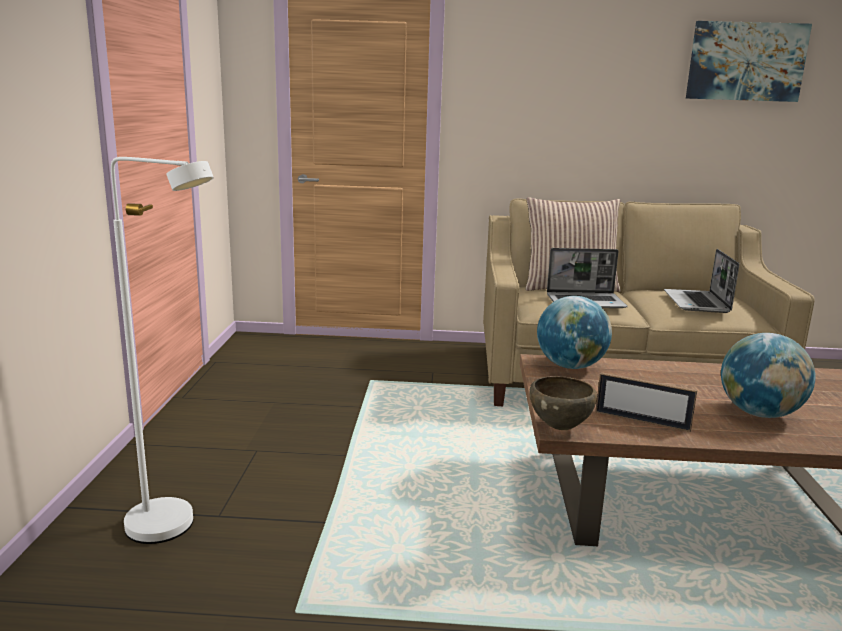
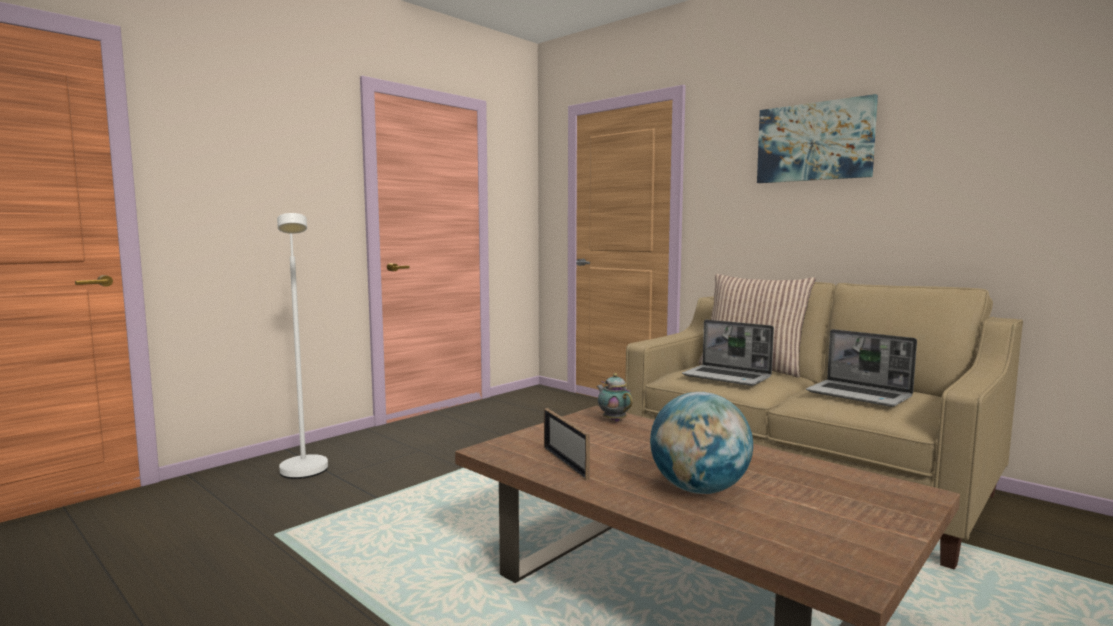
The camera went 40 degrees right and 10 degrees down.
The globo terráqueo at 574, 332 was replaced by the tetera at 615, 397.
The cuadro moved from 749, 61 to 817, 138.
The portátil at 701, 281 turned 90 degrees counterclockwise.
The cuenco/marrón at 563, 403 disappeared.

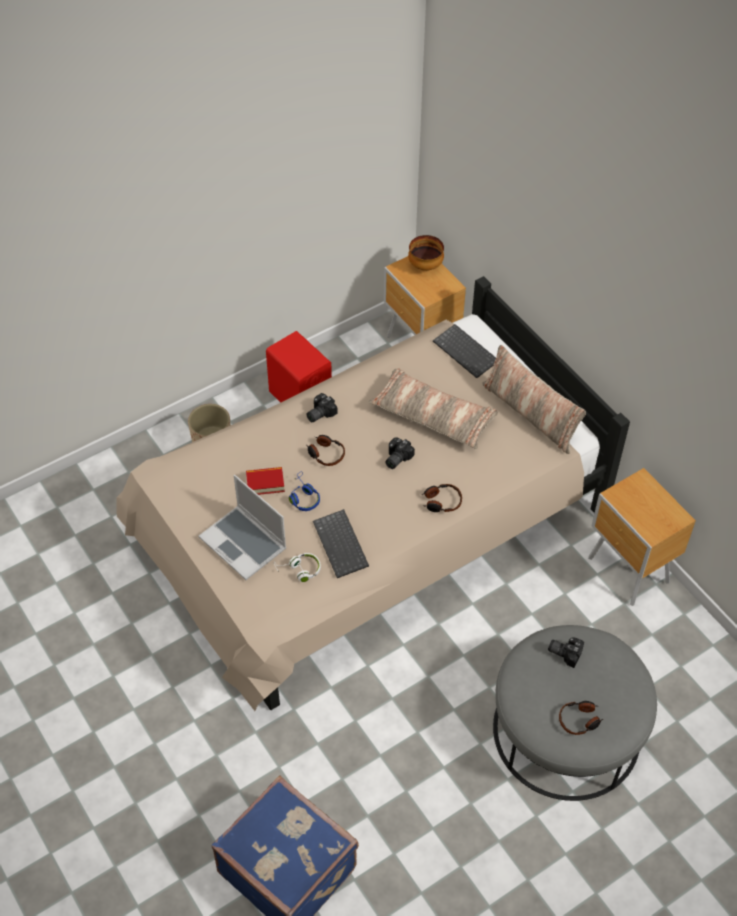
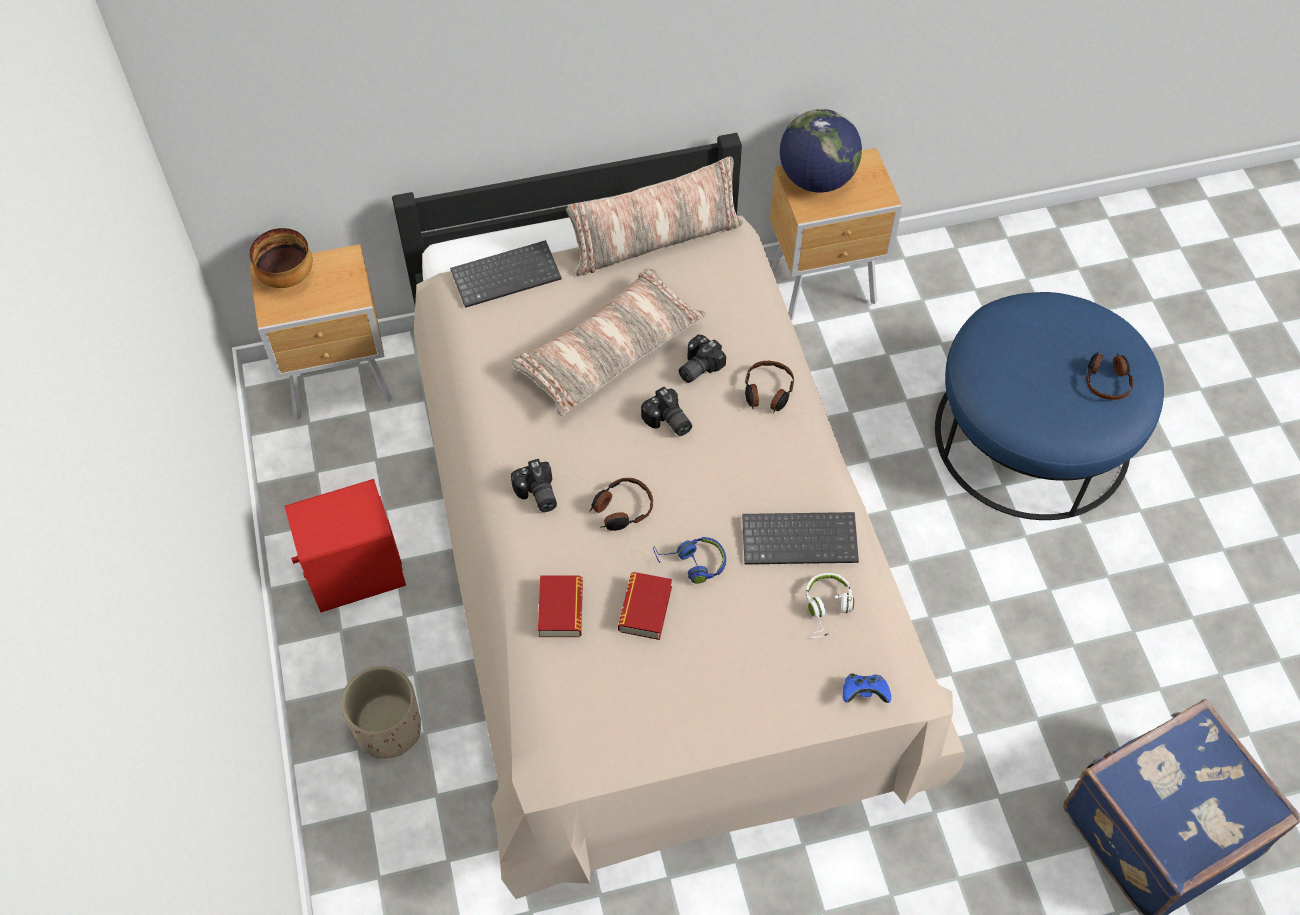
The camera went 70 degrees left and 5 degrees up.
The libro at 560, 606 appeared.
The cámara moved from 566, 653 to 702, 359.
The globo terráqueo at 821, 151 appeared.
The mando de consola/azul at 867, 688 appeared.
The puf/gris at 575, 713 became the puf/azul at 1049, 406.
The portátil at 242, 527 disappeared.

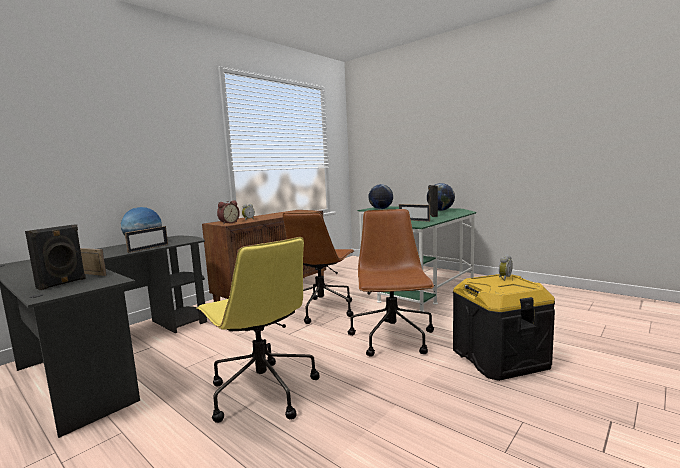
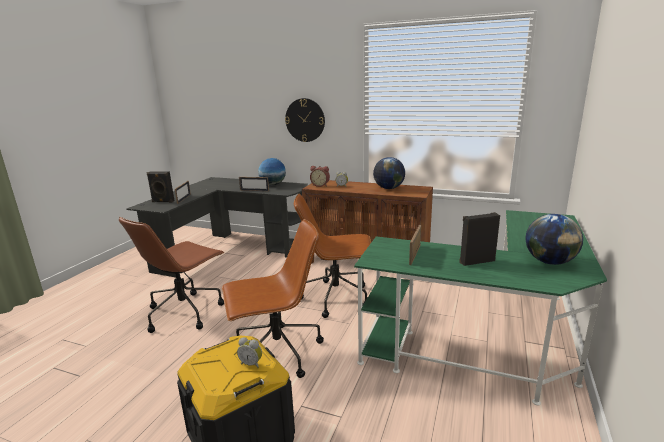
The camera went 70 degrees right and 10 degrees up.
The silla de oficina/amarillo at 258, 330 became the silla de oficina/marrón at 171, 275.
The reloj de pared at 305, 120 appeared.
The globo terráqueo moved from 380, 196 to 389, 173.

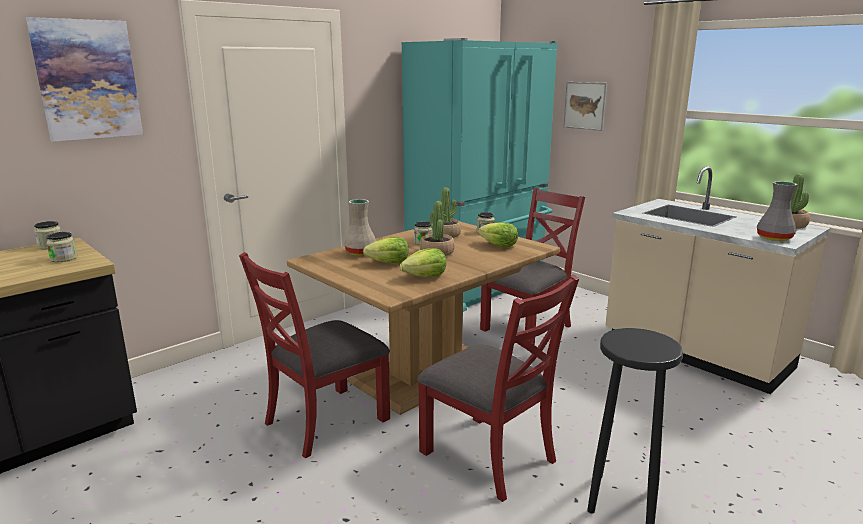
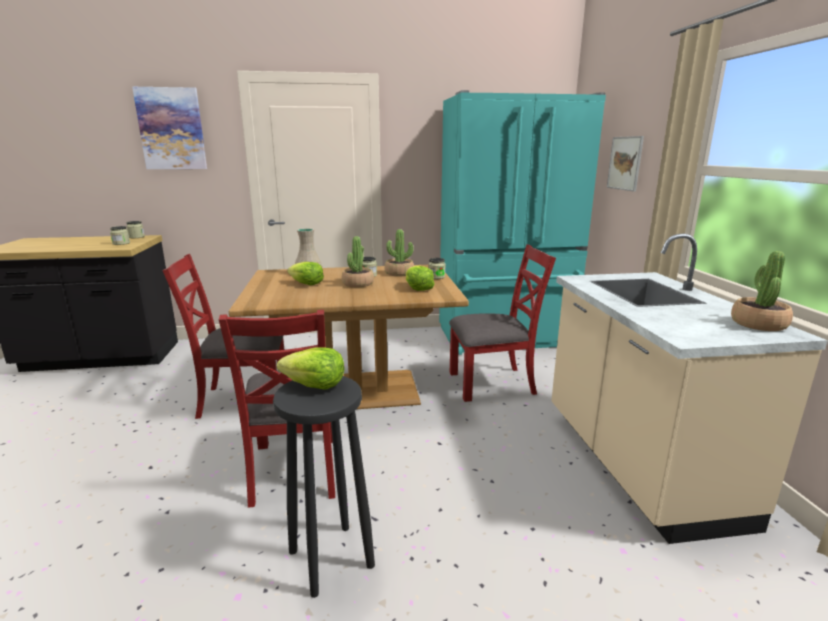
The camera went 35 degrees right and 0 degrees up.
The lechuga moved from 423, 262 to 311, 369.
The florero/gris at 777, 211 disappeared.

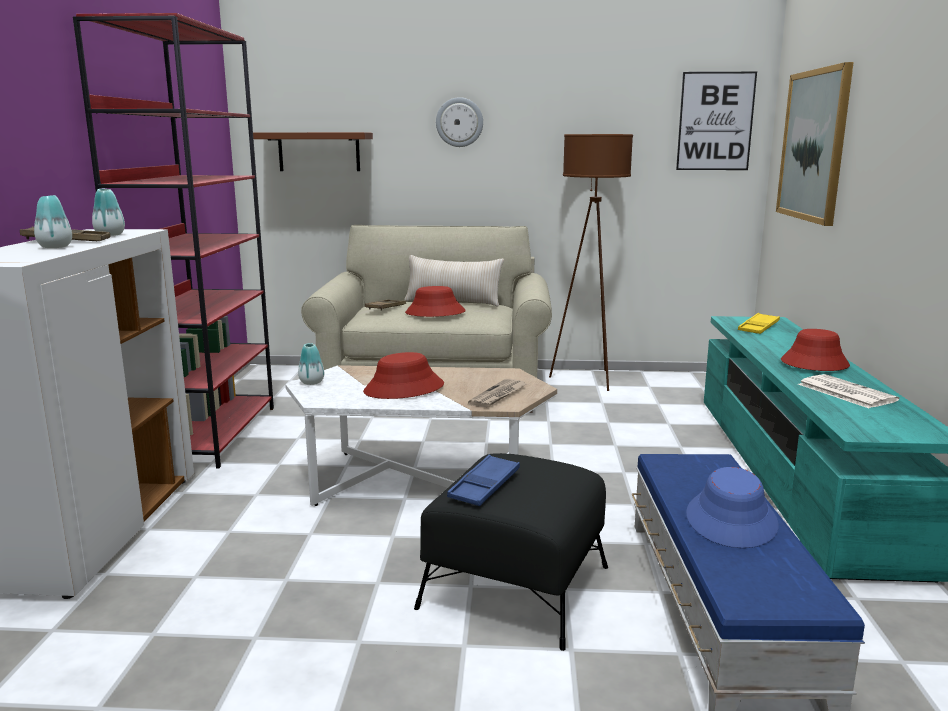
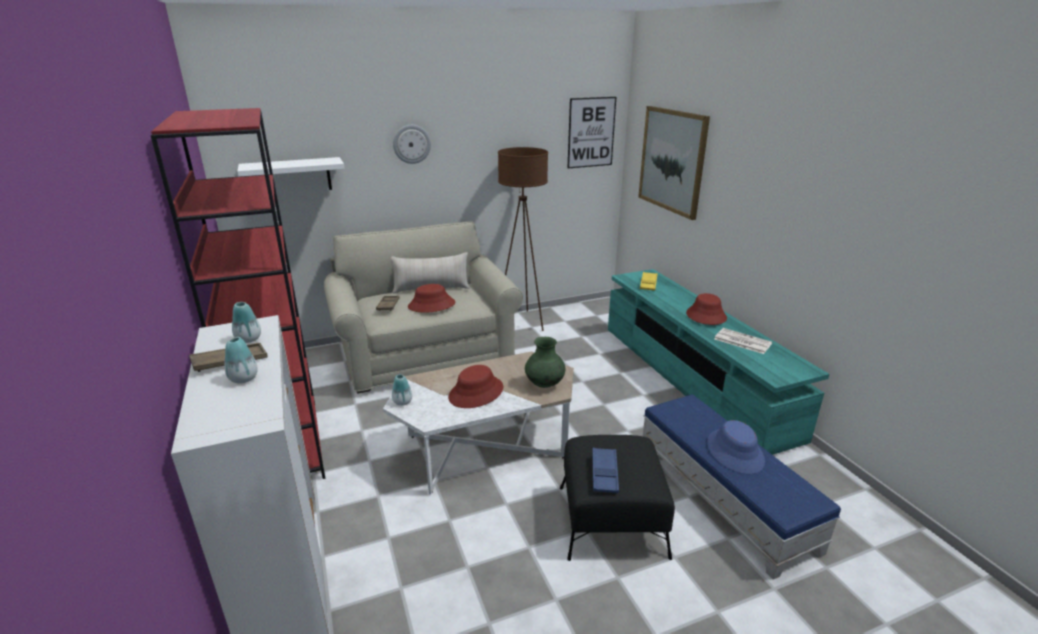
The camera went 25 degrees left and 10 degrees up.
The estante/marrón at 313, 151 became the estante/blanco at 291, 173.
The periódico at 497, 393 was replaced by the florero/verde at 545, 362.

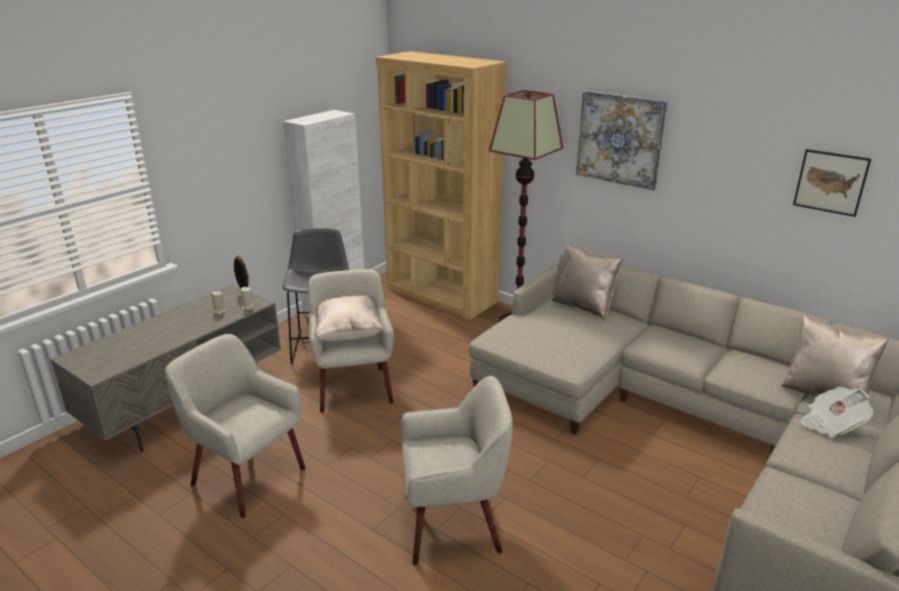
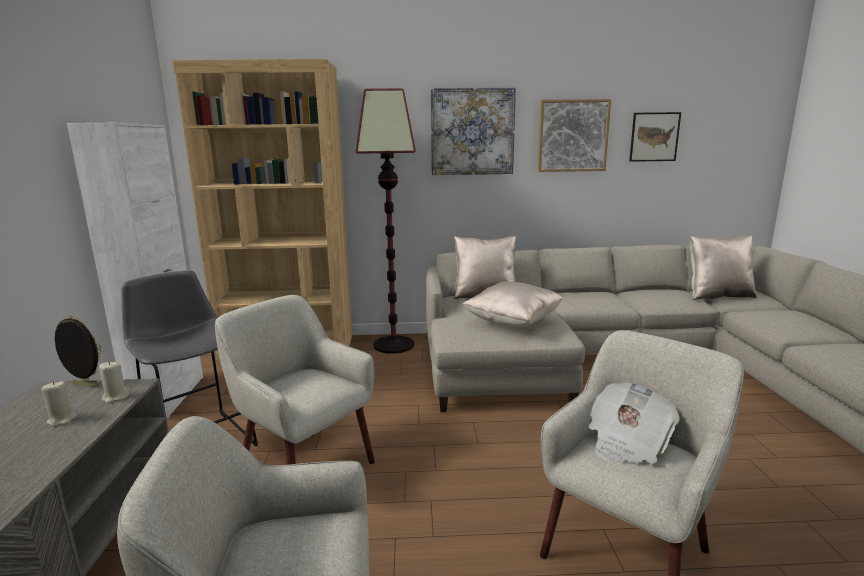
The camera went 40 degrees left and 10 degrees down.
The cojín/beis moved from 349, 318 to 513, 304.
The cuadro at 574, 135 appeared.
The periódico moved from 836, 412 to 634, 423.

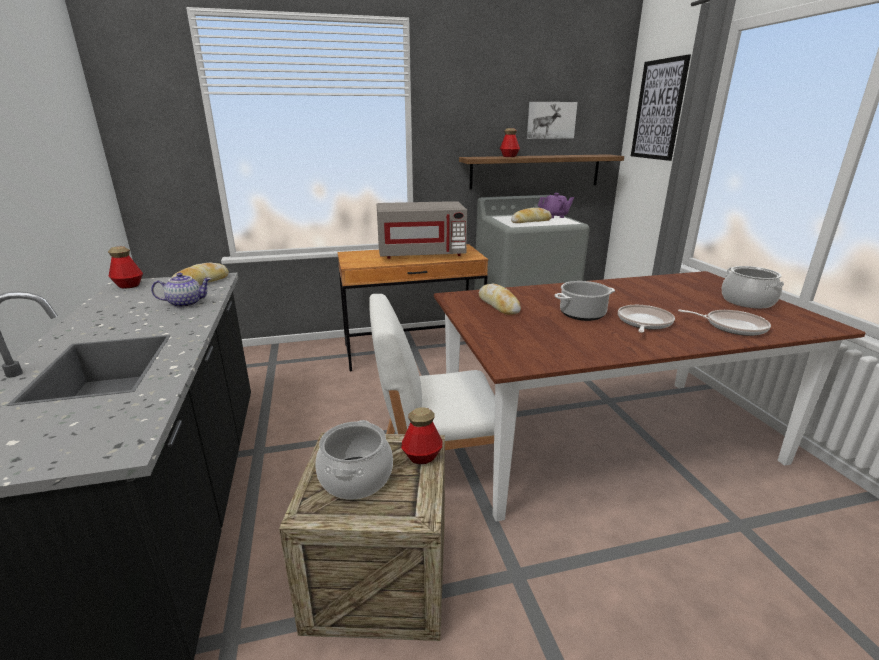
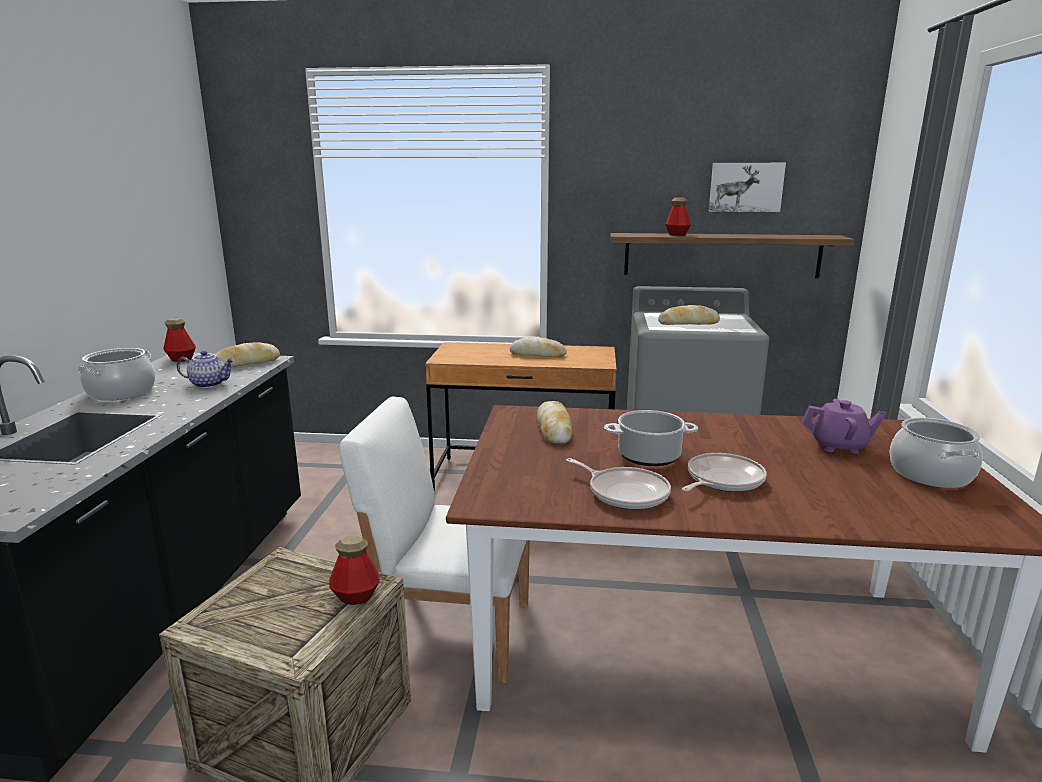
The camera went 20 degrees right and 5 degrees down.
The olla moved from 354, 460 to 116, 374.
The microondas/gris at 422, 230 was replaced by the pan at 538, 347.
The sartén moved from 724, 323 to 618, 484.
The tetera/morado moved from 556, 205 to 844, 426.
The cuadro at 661, 107 disappeared.

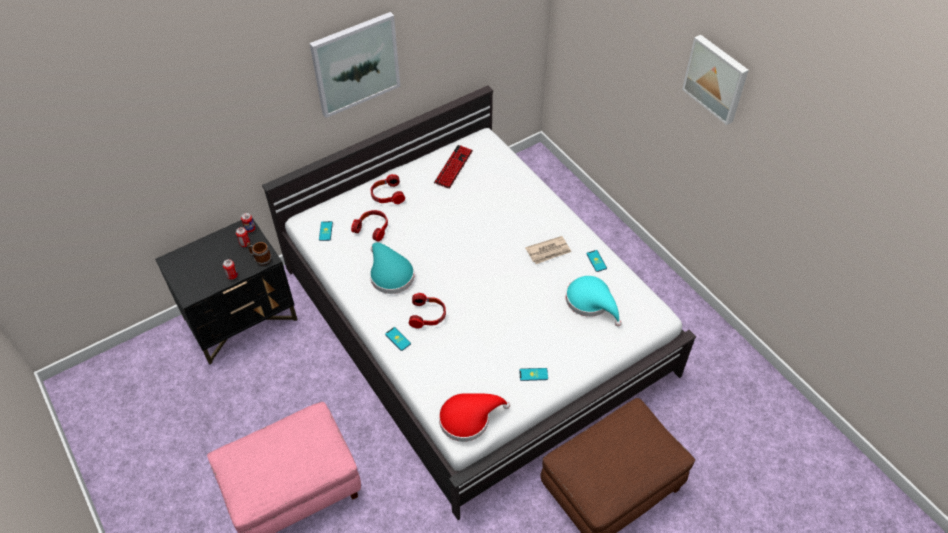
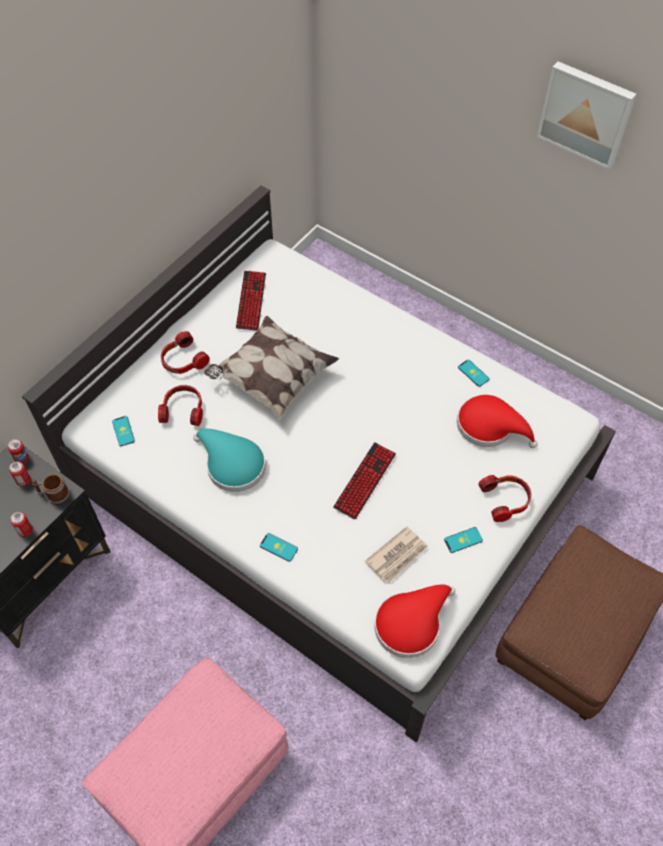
The camera went 20 degrees left and 5 degrees up.
The cojín at 271, 368 appeared.
The teclado at 364, 480 appeared.
The periódico moved from 548, 250 to 396, 554.
The sombrero/turquesa at 594, 301 became the sombrero/rojo at 497, 421.
The auriculares moved from 427, 311 to 505, 498.
The cuadro at 355, 65 disappeared.

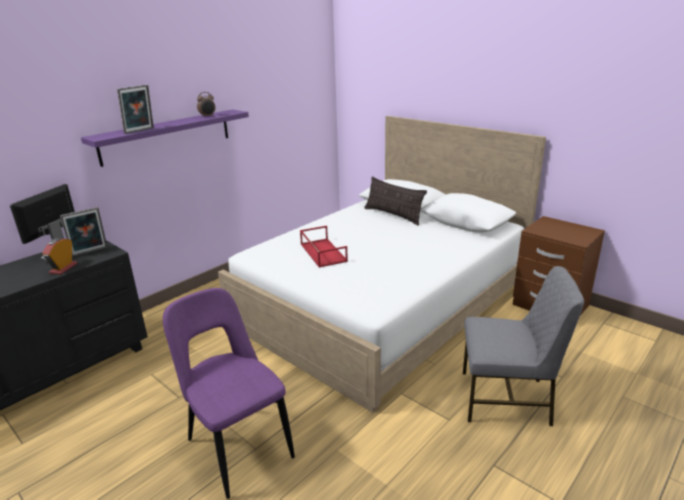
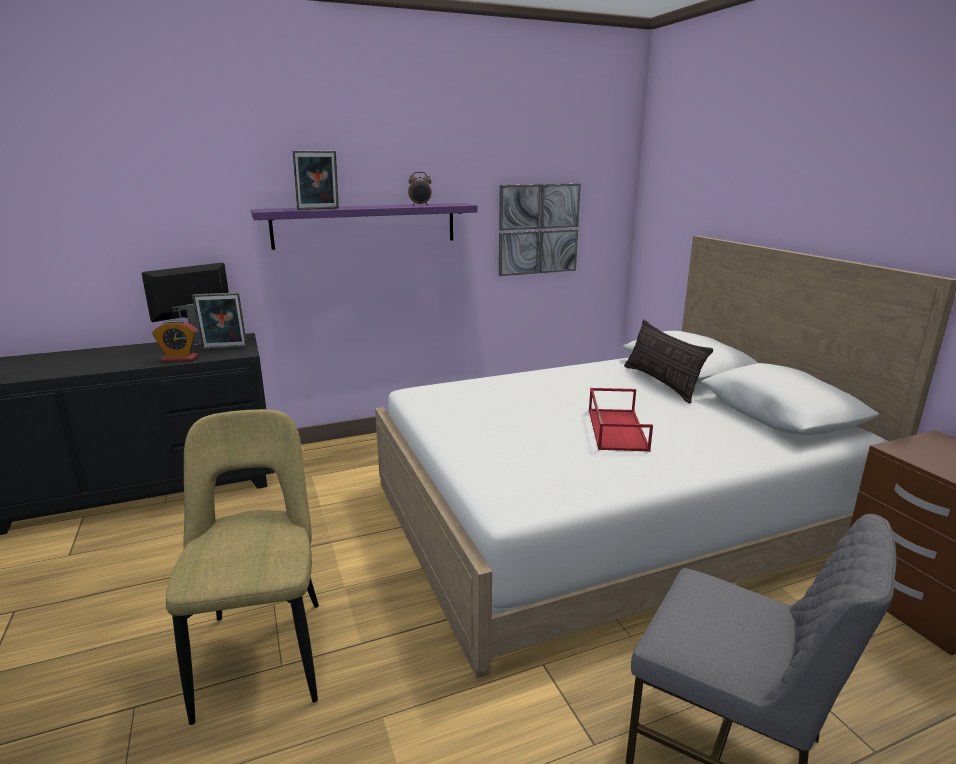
The camera went 25 degrees right and 5 degrees down.
The despertador at 59, 256 turned 135 degrees counterclockwise.
The silla/morado at 229, 393 became the silla/beis at 242, 567.
The cuadro at 540, 230 appeared.
The bandeja/rojo moved from 324, 247 to 621, 420.

